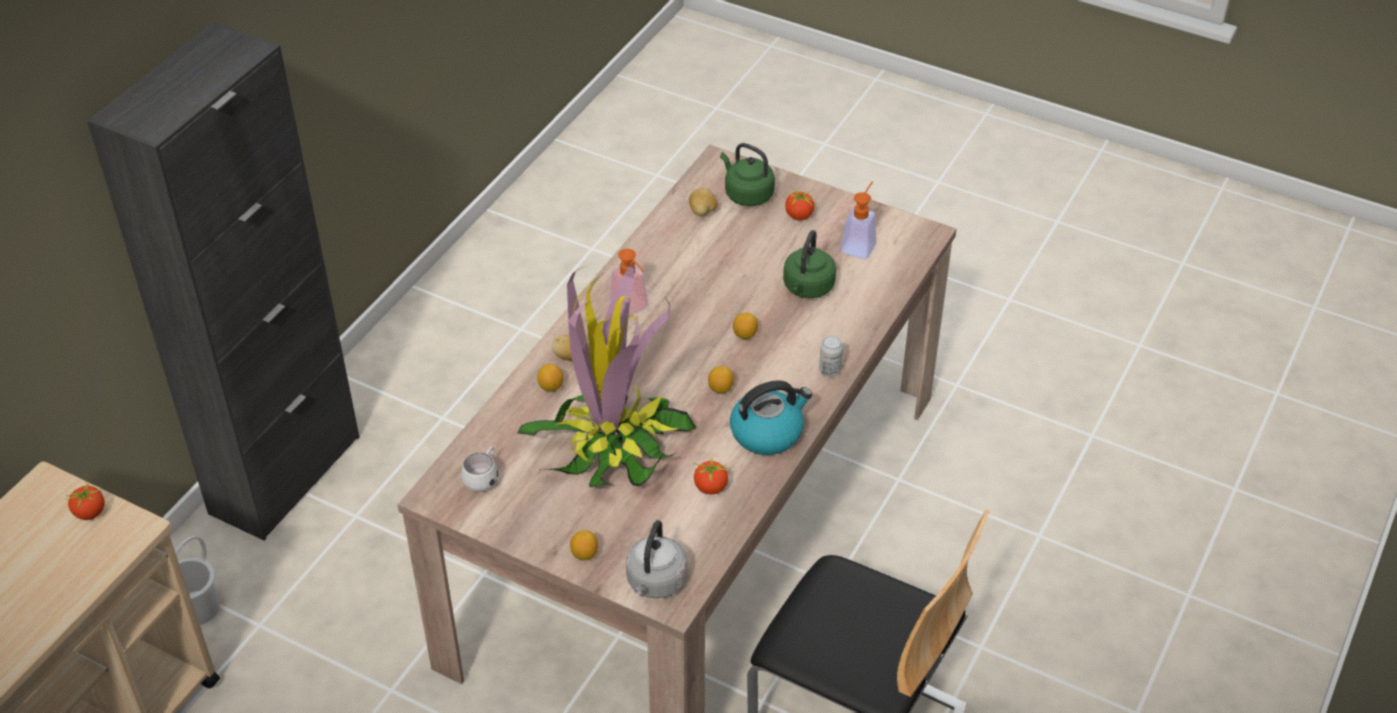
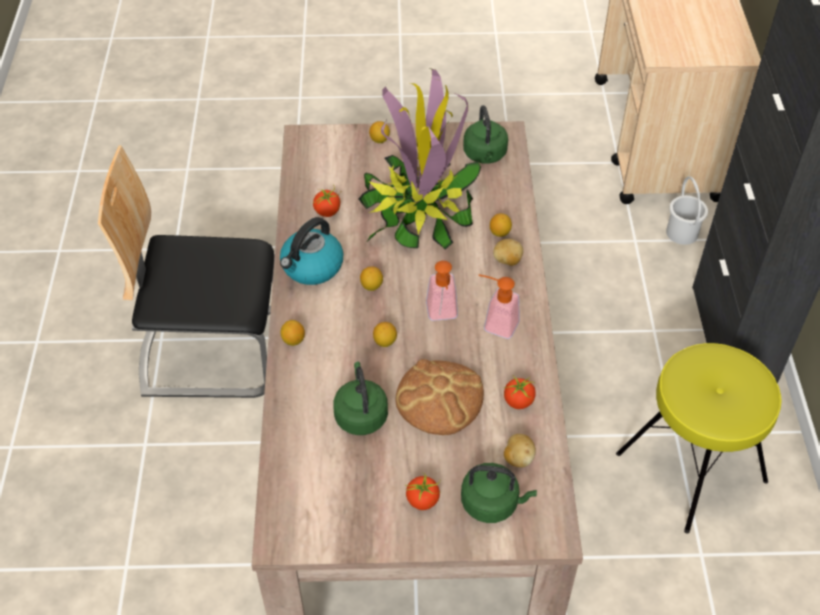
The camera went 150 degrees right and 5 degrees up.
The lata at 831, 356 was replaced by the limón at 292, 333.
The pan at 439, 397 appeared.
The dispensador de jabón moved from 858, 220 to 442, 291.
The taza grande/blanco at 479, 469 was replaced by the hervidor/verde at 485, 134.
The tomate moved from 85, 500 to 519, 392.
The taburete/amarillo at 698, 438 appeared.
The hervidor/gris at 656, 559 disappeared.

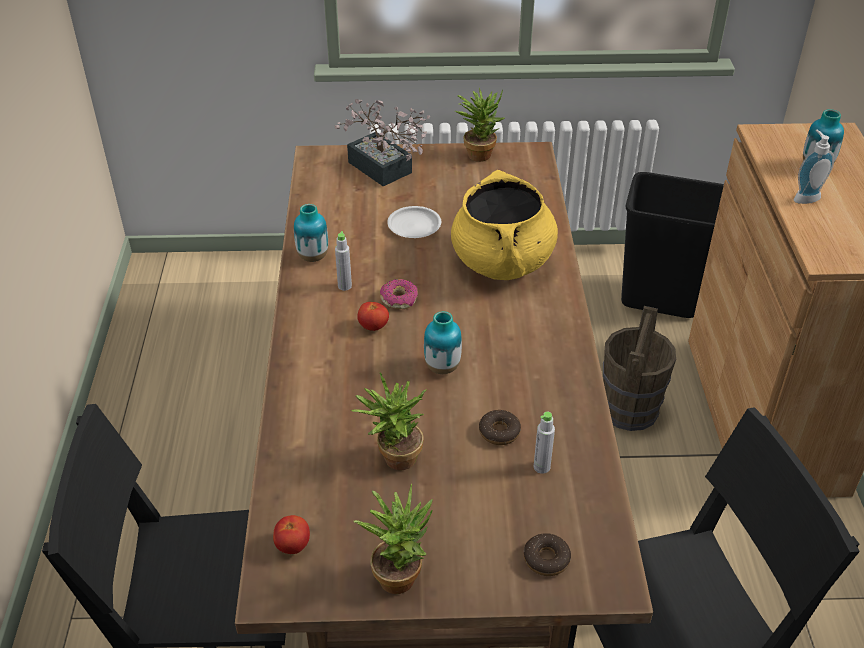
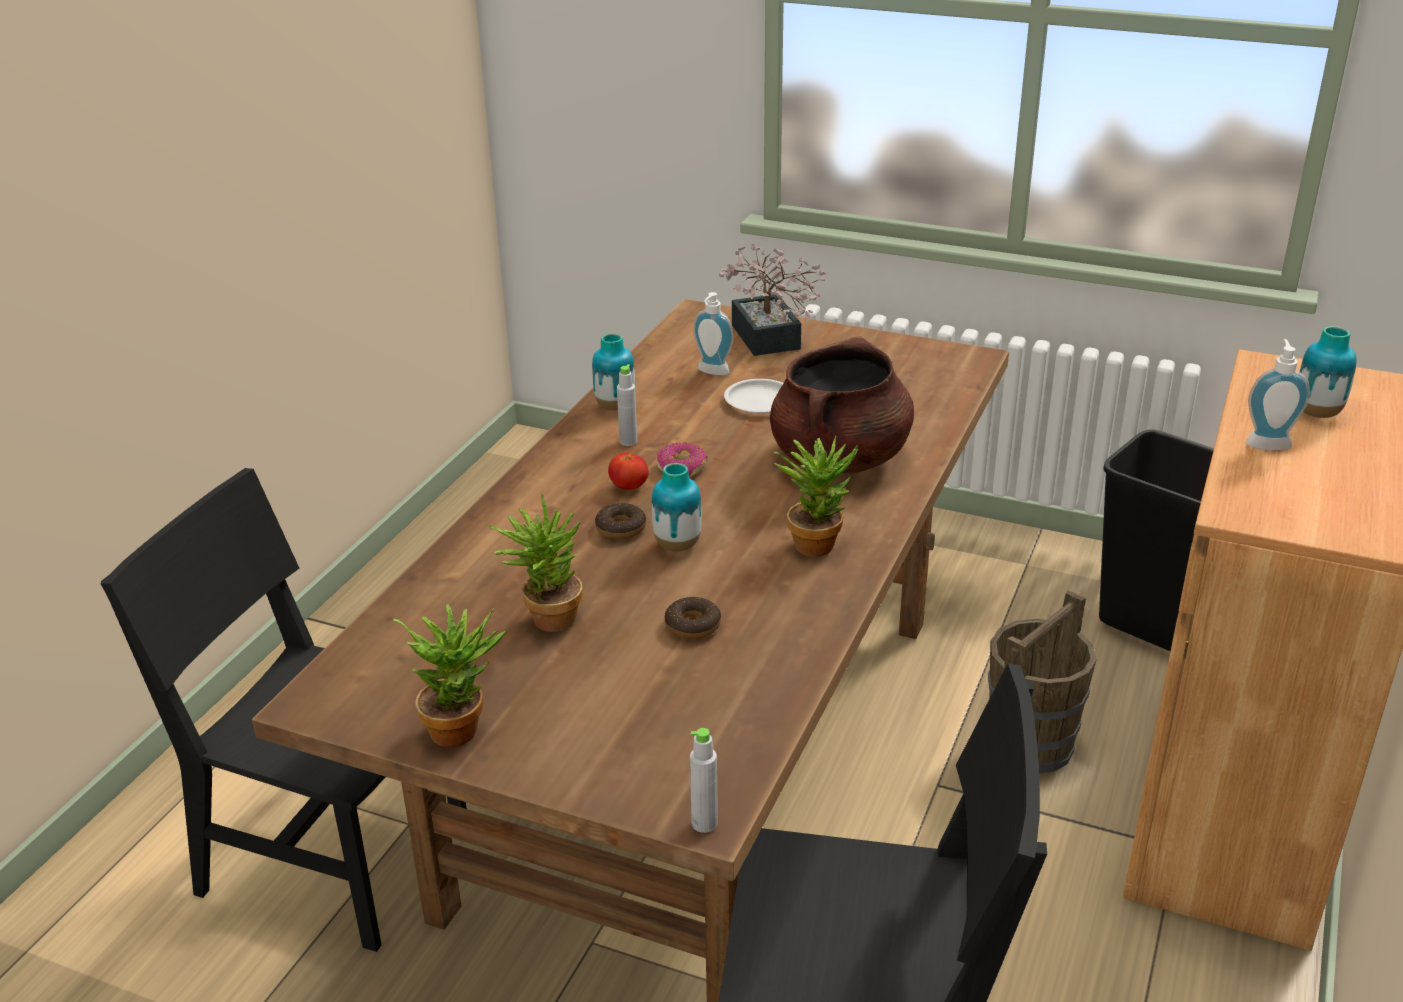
The camera went 25 degrees right and 10 degrees down.
The rosquilla moved from 547, 554 to 620, 521.
The botella/gris moved from 544, 443 to 704, 780.
The dispensador de jabón at 713, 333 appeared.
The olla/amarillo at 504, 225 became the olla/marrón at 842, 404.
The planta en maceta moved from 480, 125 to 816, 496.
The tomate at 291, 534 disappeared.

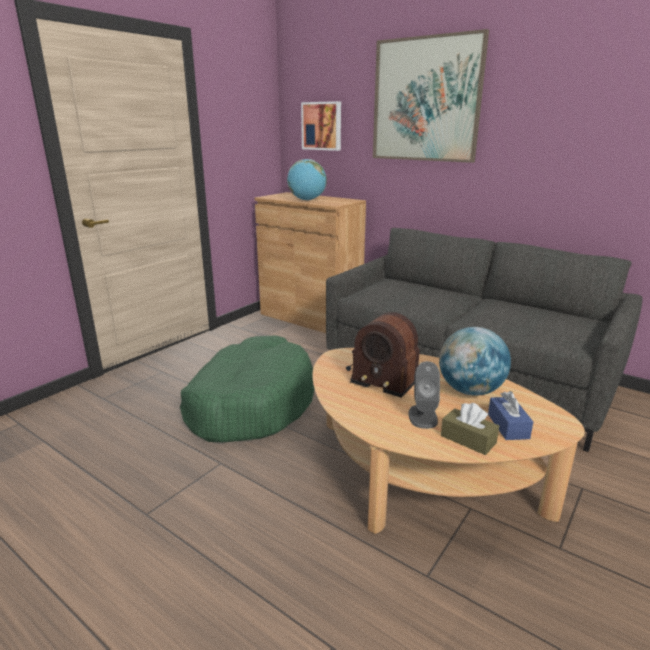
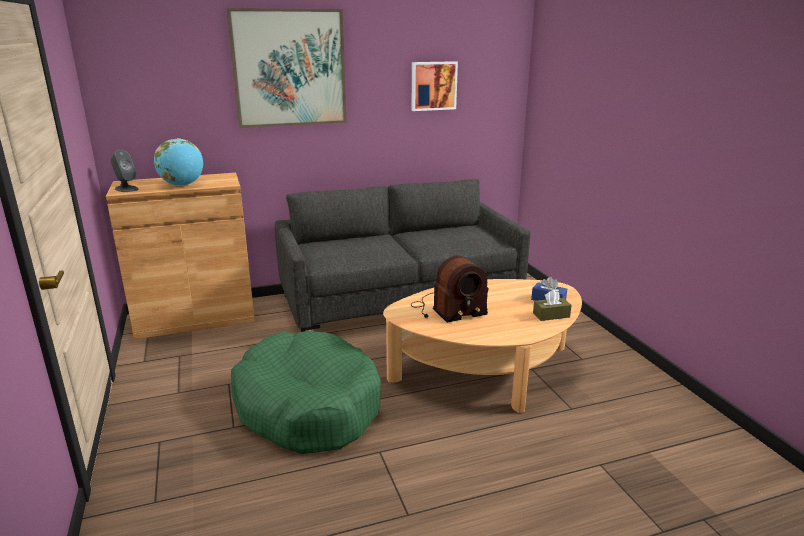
The camera went 55 degrees left and 0 degrees up.
The altavoz/gris moved from 424, 395 to 124, 171.
The cuadro moved from 321, 126 to 435, 86.
The globo terráqueo at 475, 361 disappeared.

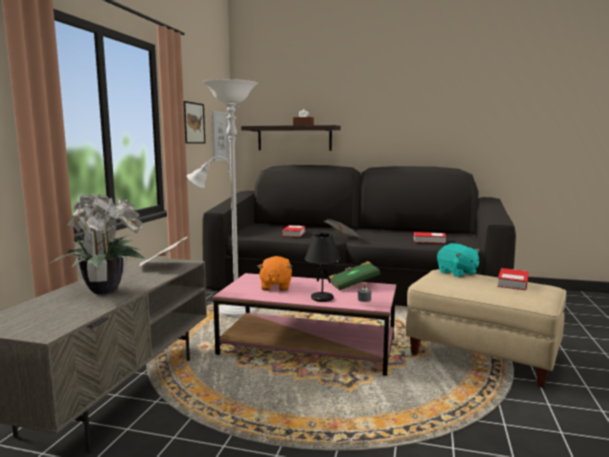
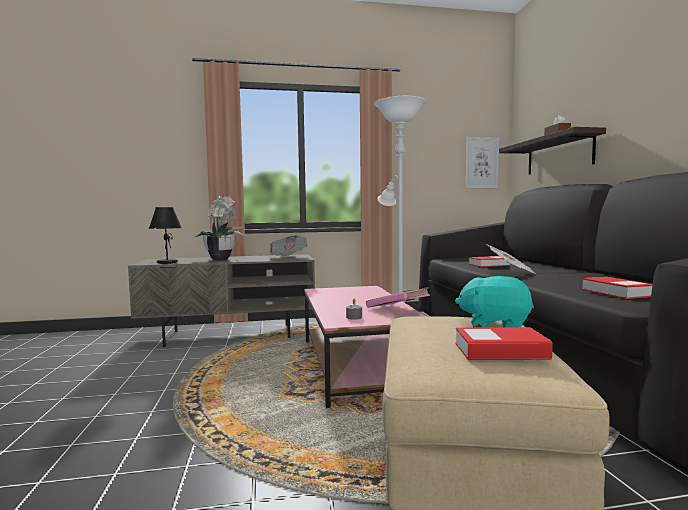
The camera went 65 degrees right and 5 degrees down.
The lámpara de mesa/negro moved from 323, 267 to 165, 235.
The libro/verde at 355, 276 became the libro/rosa at 398, 297.
The peluche/turquesa at 458, 260 turned 75 degrees clockwise.
The cuadro at 194, 122 disappeared.
The peluche/naranja at 274, 273 disappeared.

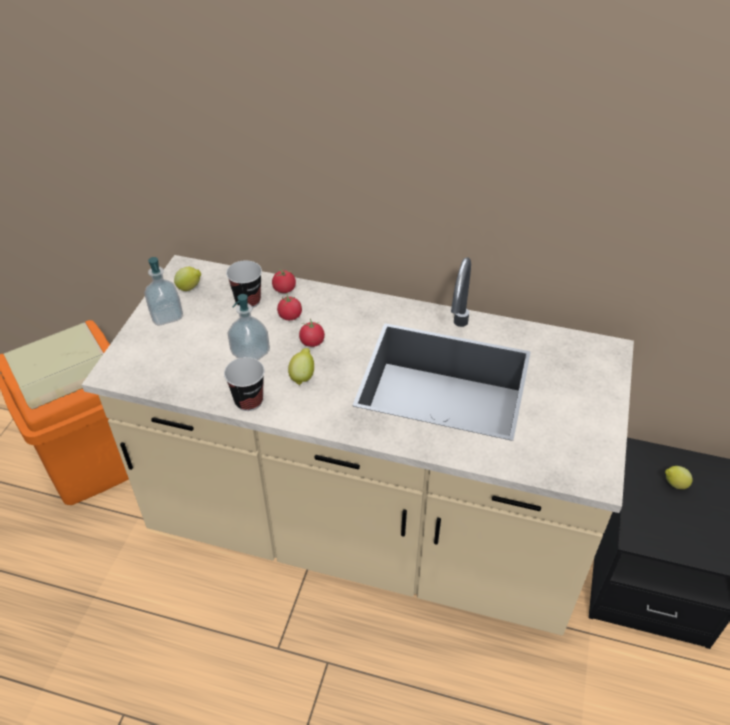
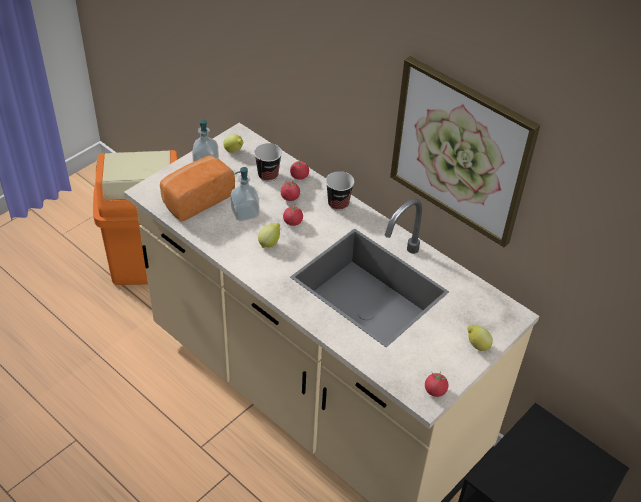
The camera went 25 degrees right and 0 degrees up.
The pan at 197, 188 appeared.
The taza moved from 244, 384 to 340, 191.
The cuadro at 465, 152 appeared.
The tomate at 436, 384 appeared.
The limón moved from 679, 477 to 480, 338.

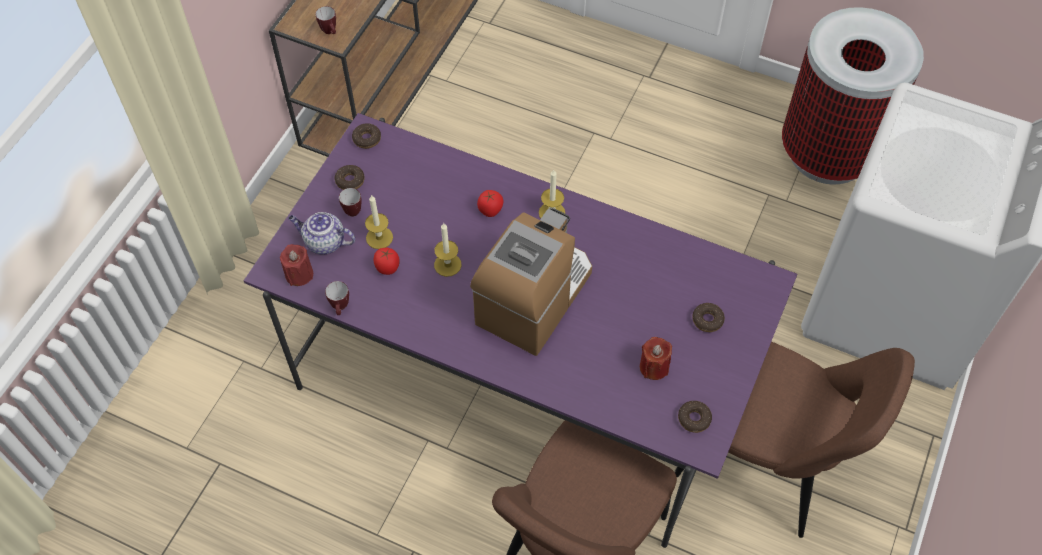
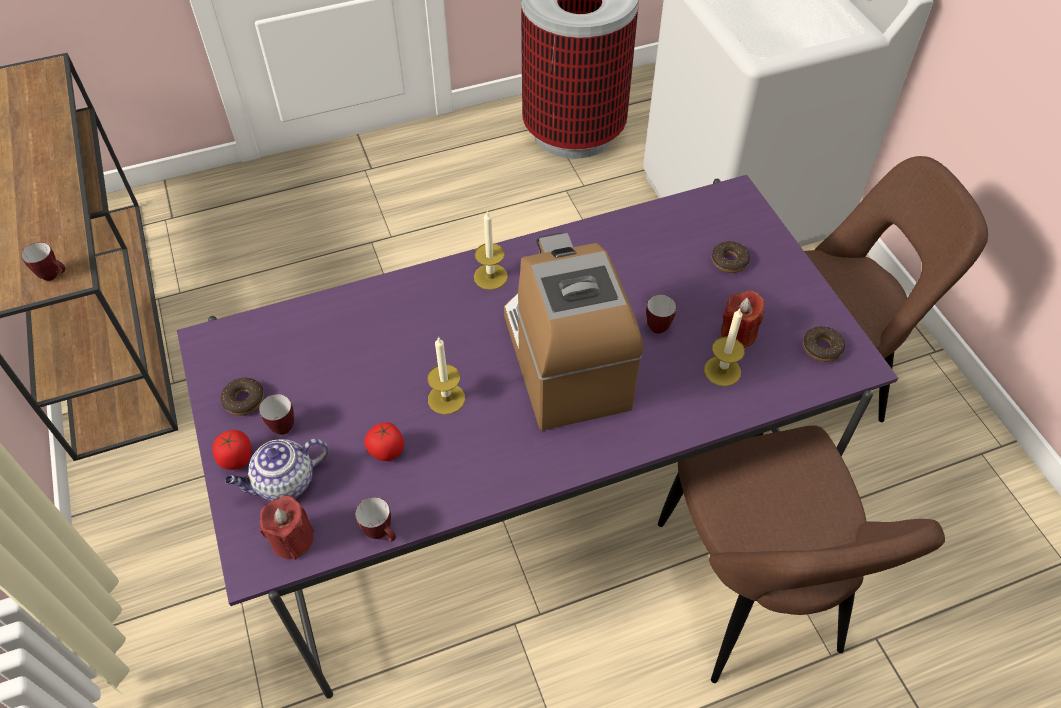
The camera went 45 degrees left and 5 degrees down.
The tomate moved from 490, 203 to 232, 450.
The taza grande at 661, 314 appeared.
The vela moved from 379, 222 to 724, 347.
The rosquilla at 366, 136 disappeared.

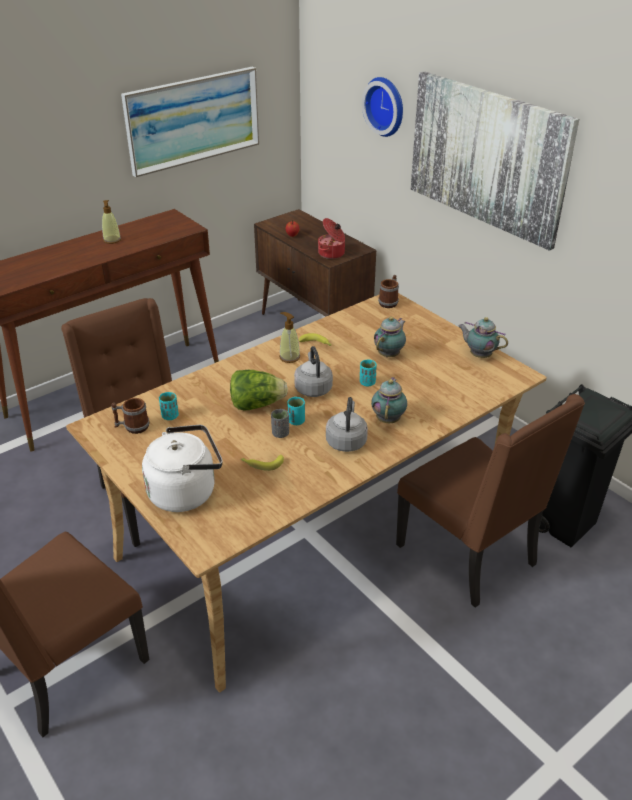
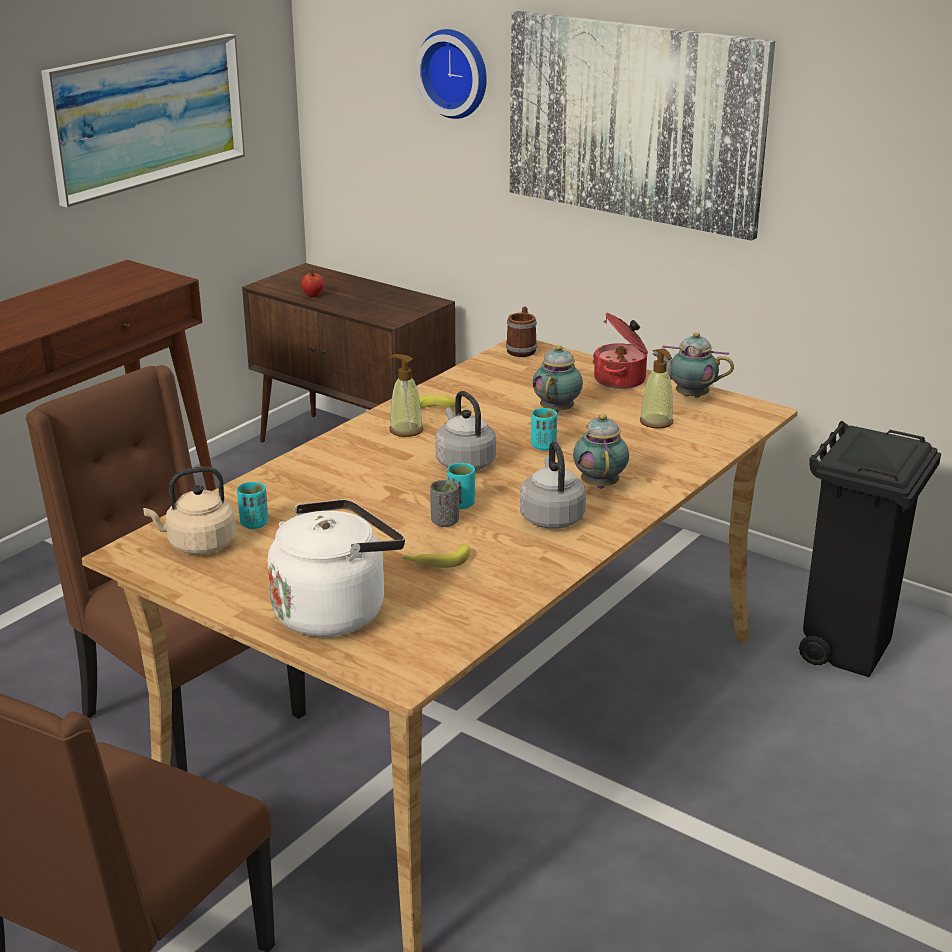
The camera went 15 degrees left and 10 degrees down.
The taza grande at 130, 416 was replaced by the hervidor/beis at 189, 510.
The olla moved from 331, 238 to 620, 351.
The dispensador de jabón moved from 111, 222 to 656, 388.
The lechuga at 259, 390 disappeared.
The silla/marrón at 490, 501 disappeared.

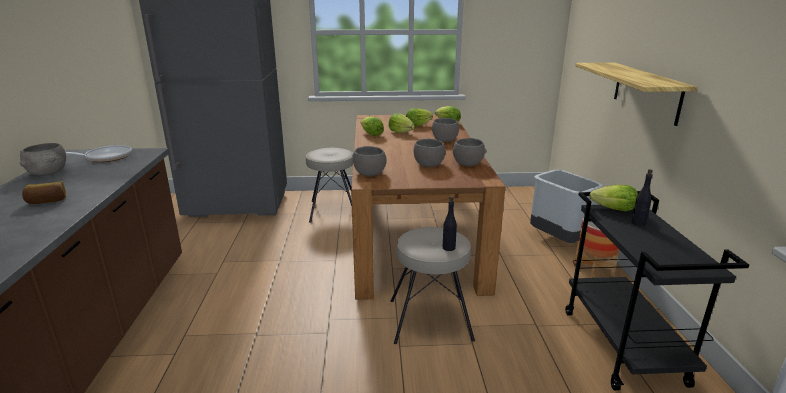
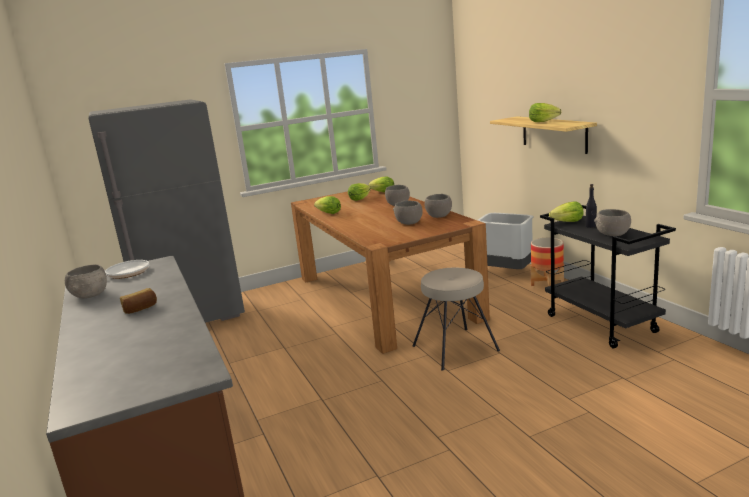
The camera went 20 degrees left and 5 degrees down.
The lechuga moved from 402, 123 to 545, 112.
The cuenco/gris moved from 369, 161 to 612, 222.
The taburete/beis at 329, 185 disappeared.
The botella/negro at 450, 223 disappeared.

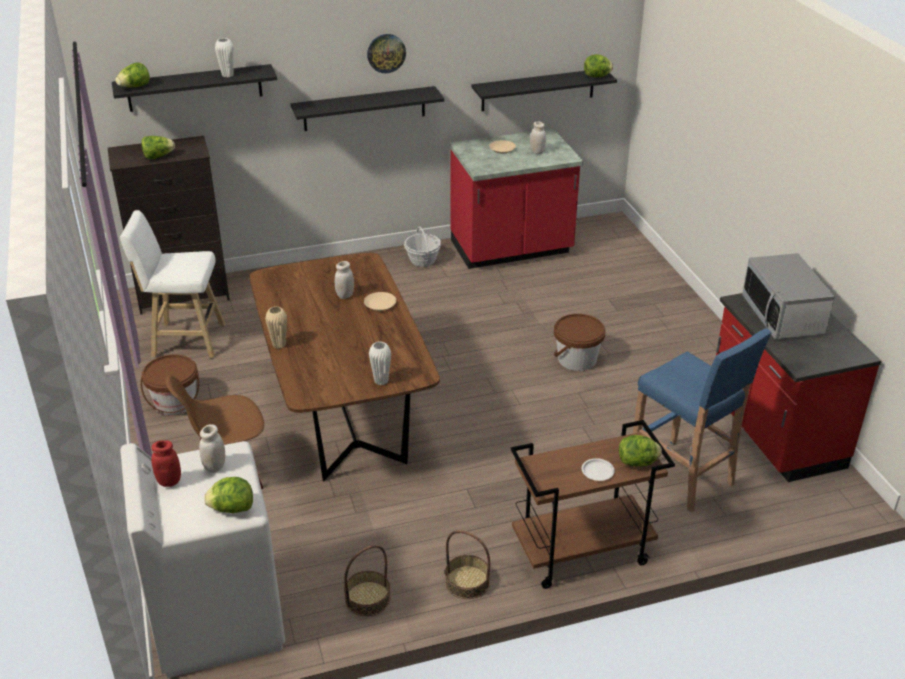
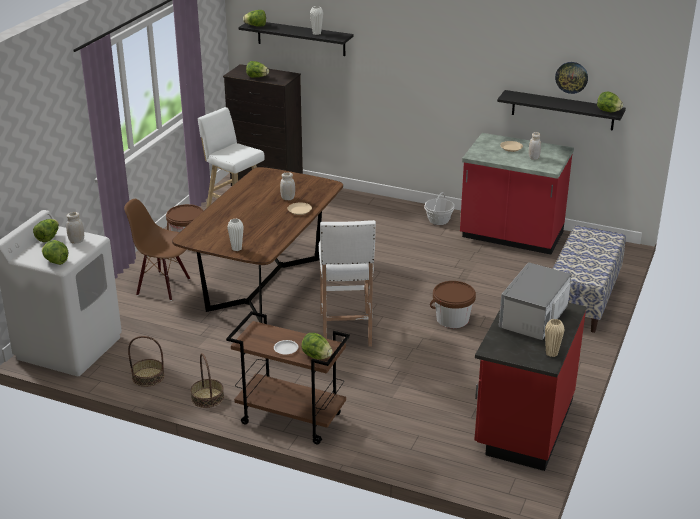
The camera went 40 degrees right and 5 degrees down.
The tarro/rojo at 166, 463 was replaced by the lechuga at 46, 230.
The taburete/blanco at 347, 283 appeared.
The florero/beis moved from 276, 327 to 555, 338.
The banco at 589, 279 appeared.
The reloj de pared moved from 386, 53 to 571, 78.
The estante/negro at 367, 108 disappeared.
The taburete/azul at 702, 420 disappeared.

